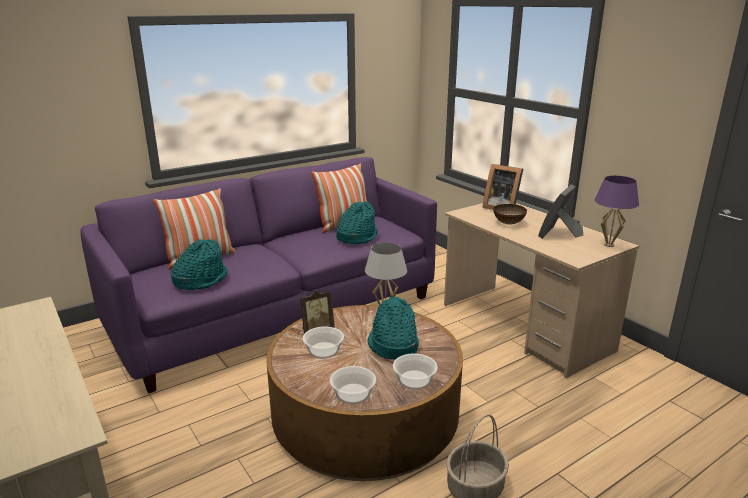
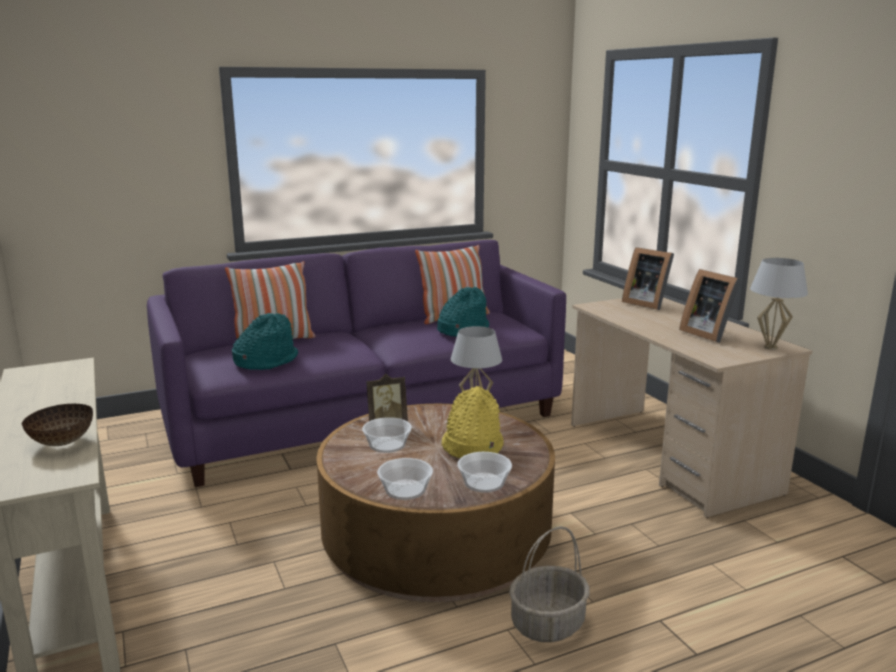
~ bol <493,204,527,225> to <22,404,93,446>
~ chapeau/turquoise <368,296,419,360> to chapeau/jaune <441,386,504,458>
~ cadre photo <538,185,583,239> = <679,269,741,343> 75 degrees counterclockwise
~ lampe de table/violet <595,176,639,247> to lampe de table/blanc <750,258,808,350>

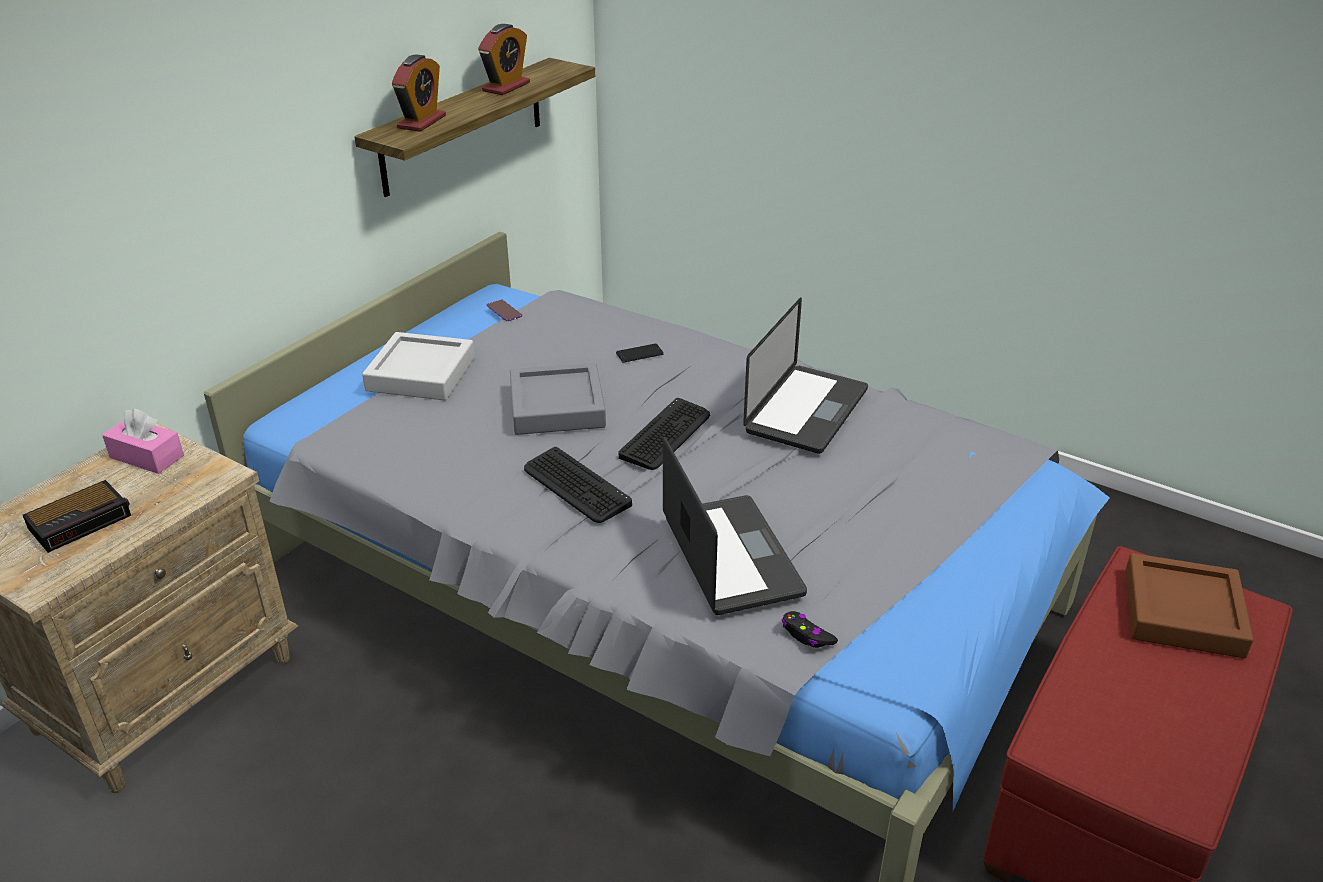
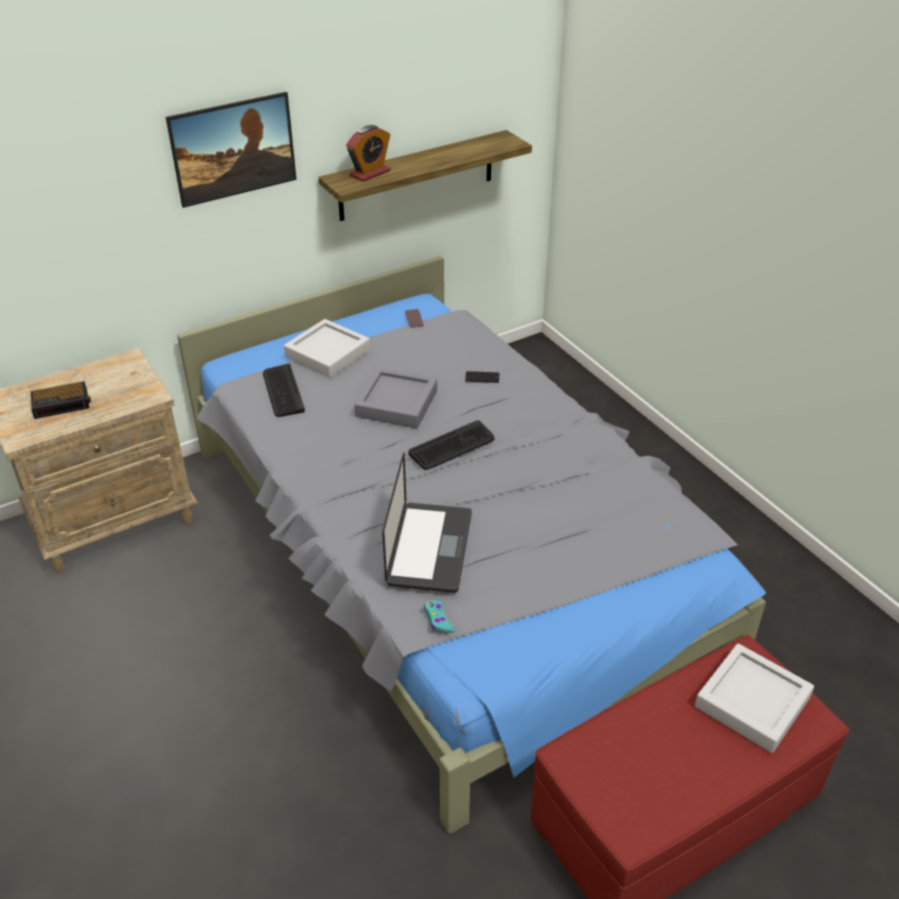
+ tableau <166,92,297,208>
~ clavier <524,447,632,523> to <263,364,305,417>
~ manette/noir <781,611,838,648> to manette/turquoise <424,600,455,633>
~ plateau/marron <1125,553,1253,658> to plateau/gris <695,644,814,753>
- boîte à mouchoirs/rose <102,408,184,474>
- réveil <478,24,530,95>
- ordinateur portable <743,298,868,454>

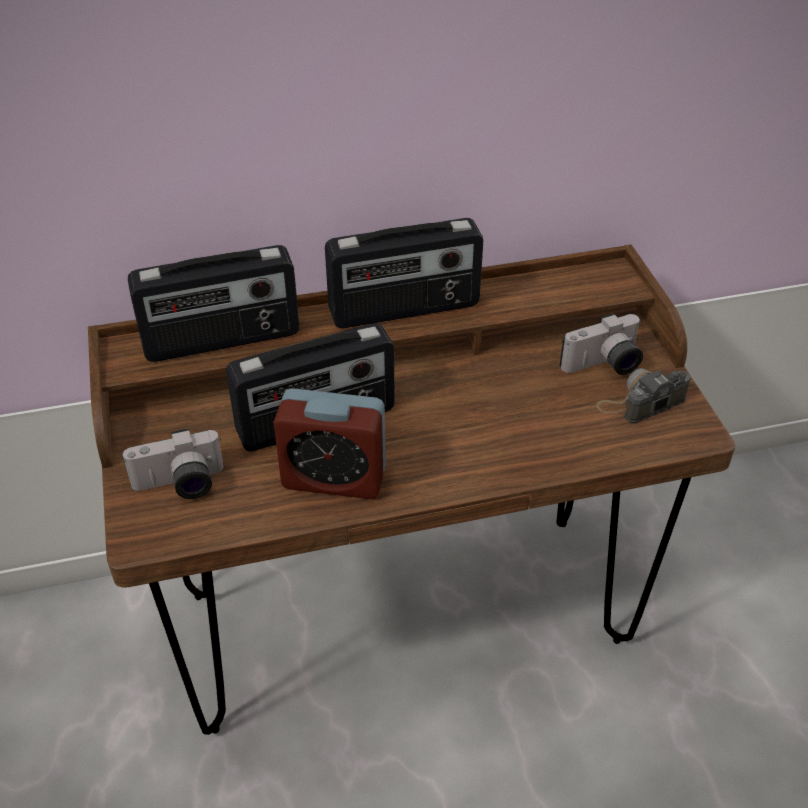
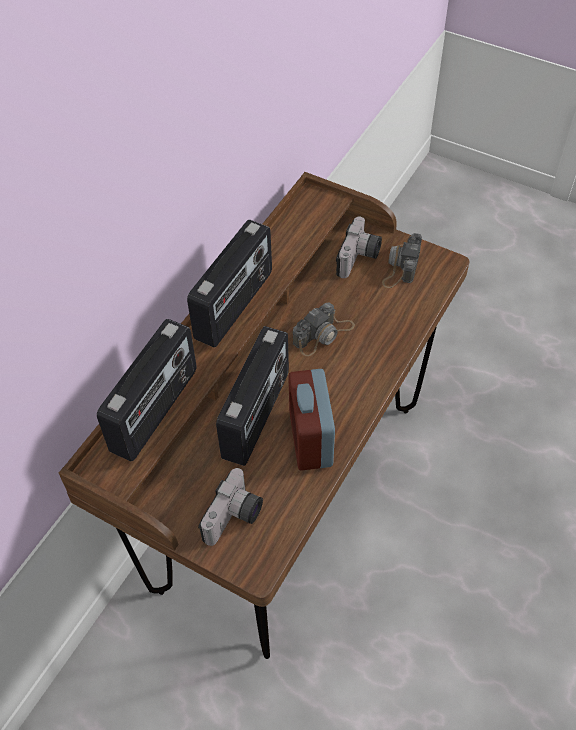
~ réveil <274,388,386,499> = <288,369,335,471> 120 degrees clockwise
+ appareil photo <293,302,355,356>

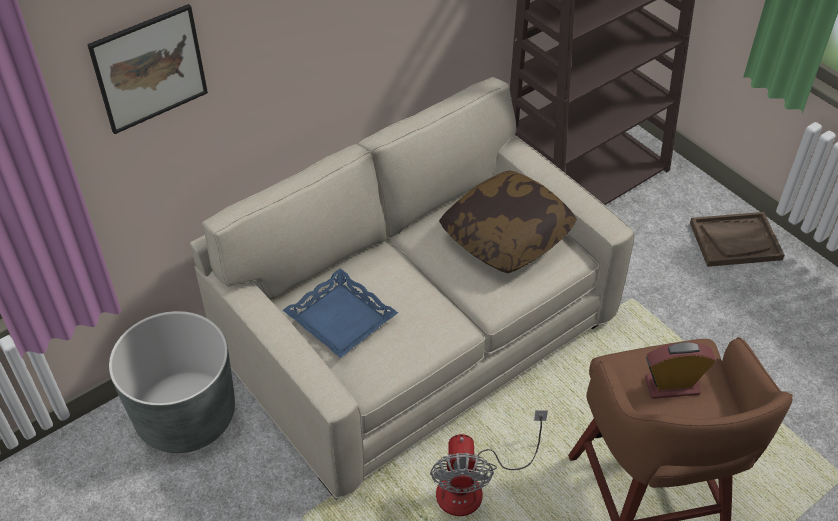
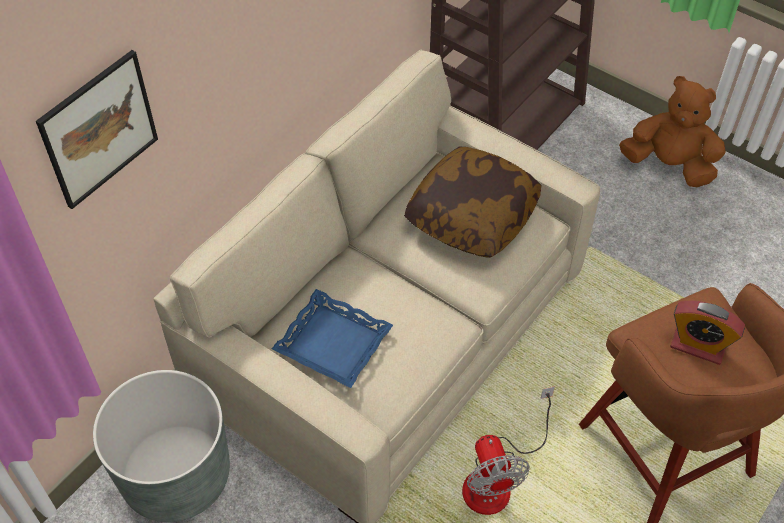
~ plateau/marron <690,212,784,267> to peluche/marron <619,76,726,187>
~ réveil <645,342,716,399> = <670,301,745,365> 135 degrees counterclockwise

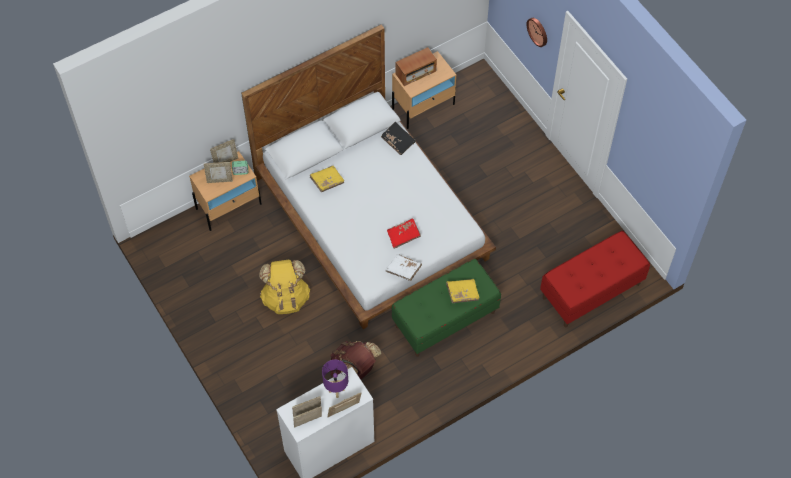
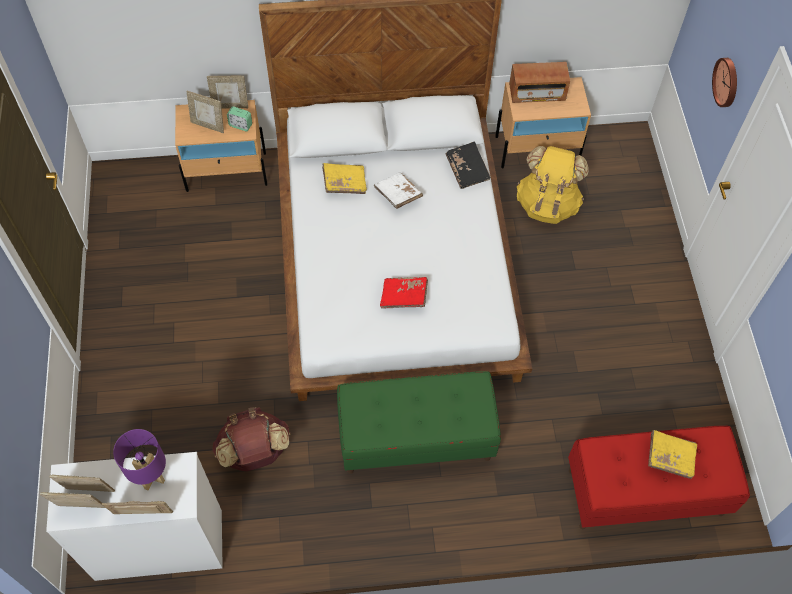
~ livre/blanc <385,254,422,281> to <374,172,423,209>
~ sac à dos/jaune <259,260,310,314> to <517,146,588,224>
~ livre/jaune <446,279,480,303> to <648,430,697,479>

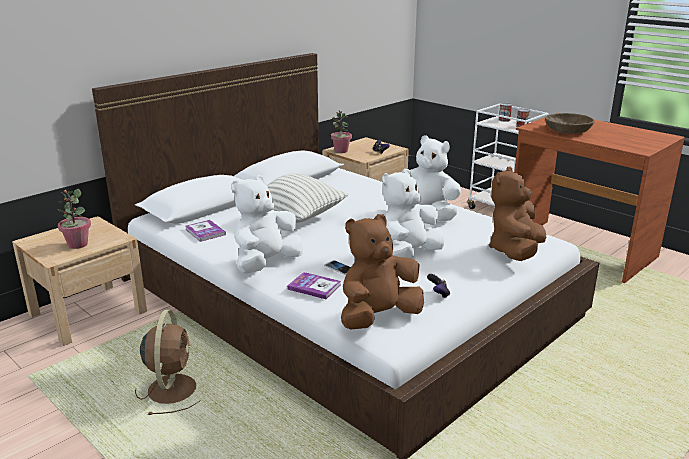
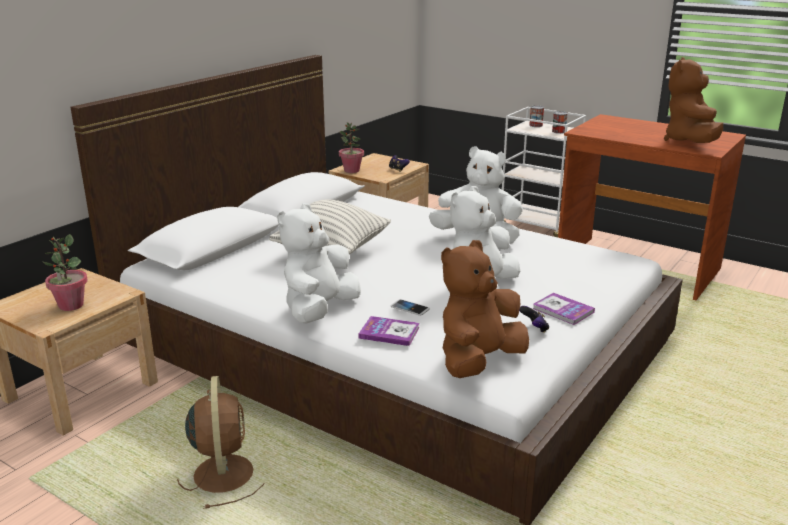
~ livre <185,220,226,242> to <532,293,595,325>
~ peluche/marron <489,167,547,261> to <664,57,723,143>
- bol/marron <545,113,595,134>

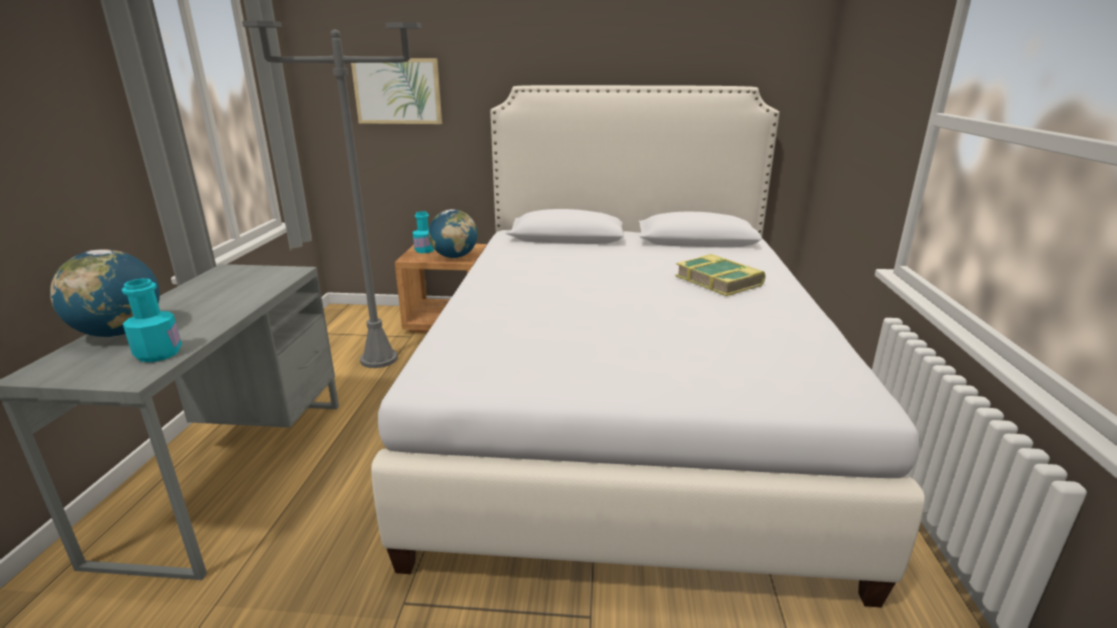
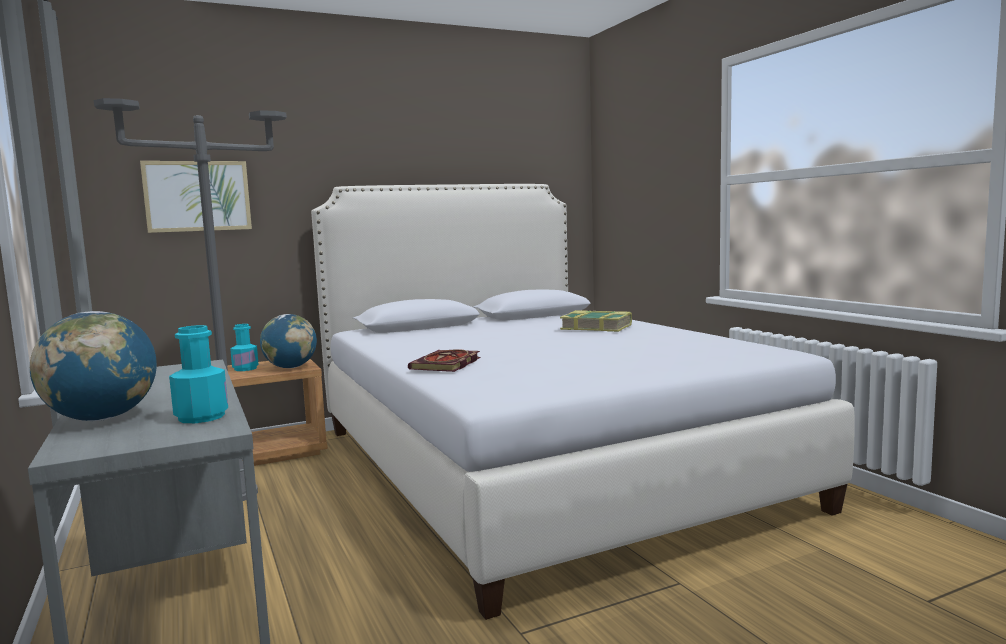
+ livre <408,349,481,372>

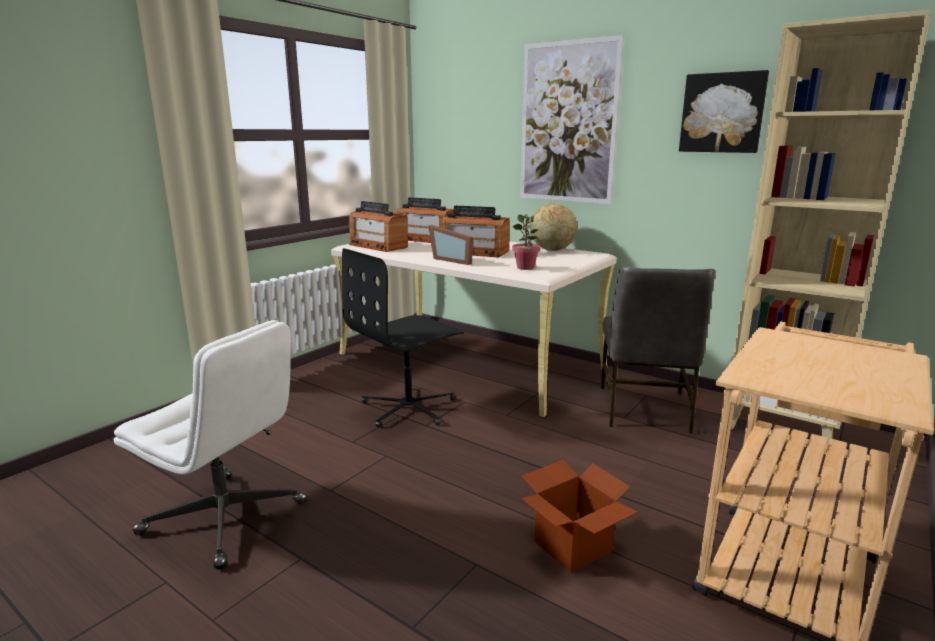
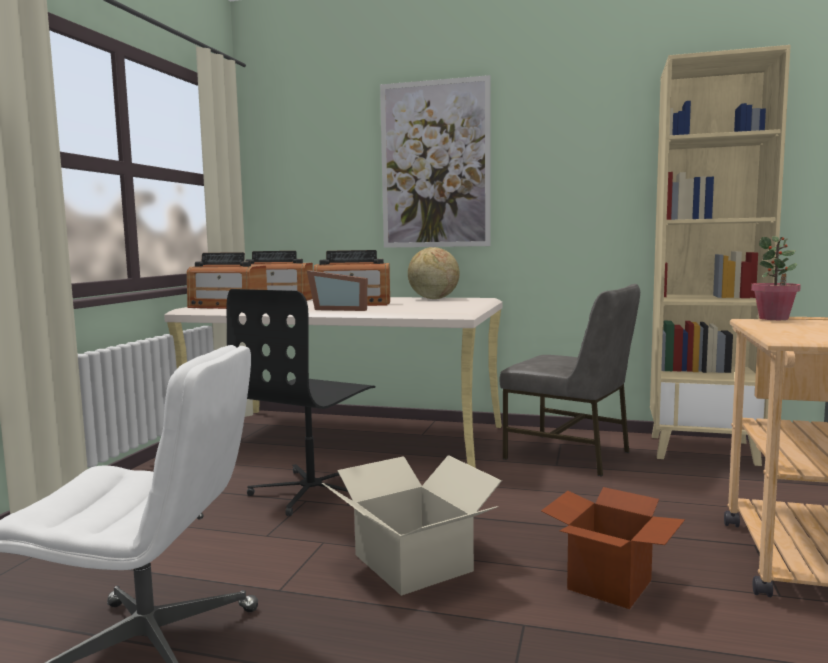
+ carton <322,455,502,596>
~ chaise/gris <601,267,715,433> = <499,284,640,477> 45 degrees counterclockwise
~ plante en pot <512,214,541,270> to <751,236,801,320>
- tableau <679,70,769,153>

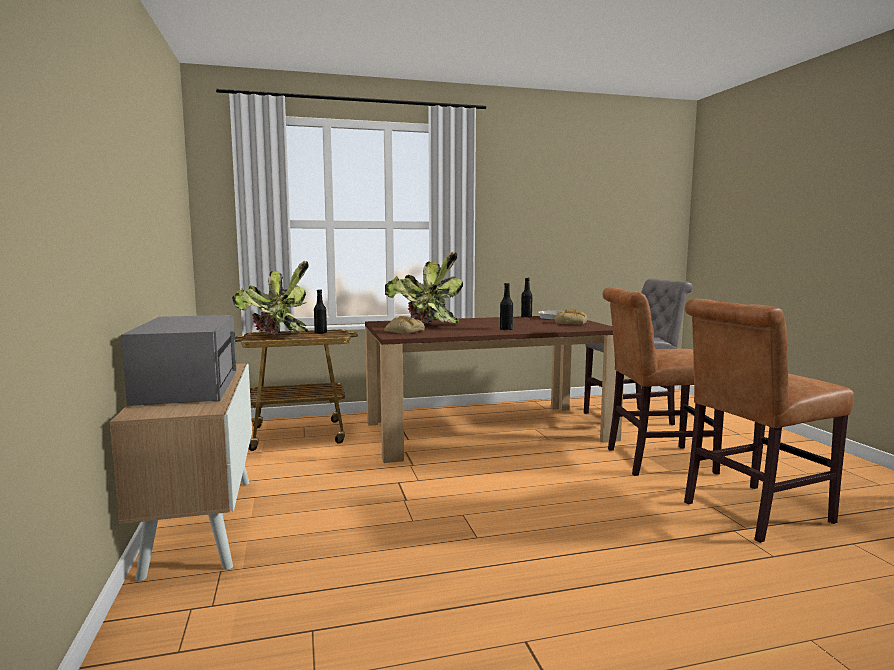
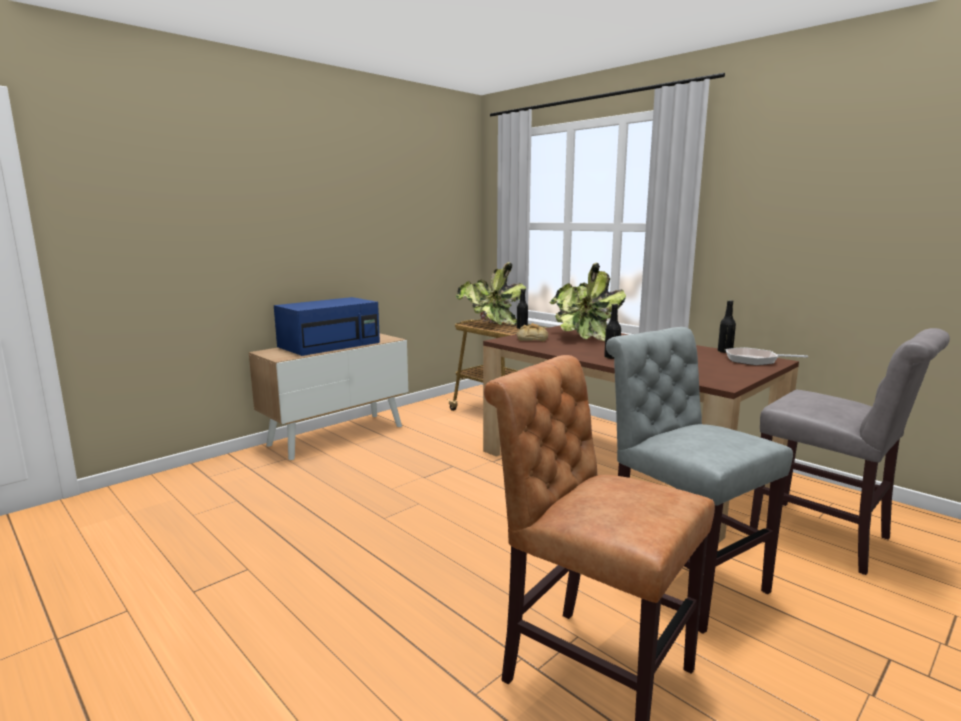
~ micro-ondes/gris <121,315,237,406> to micro-ondes/bleu <274,297,380,356>
~ chaise/marron <603,287,724,476> to chaise/gris <606,327,793,634>
- pain <555,309,587,325>

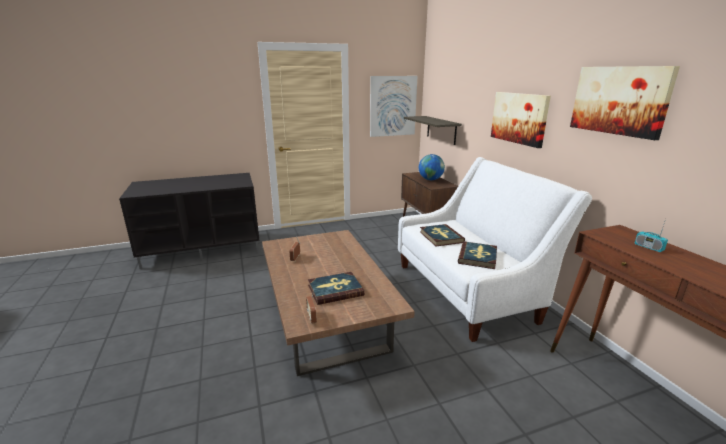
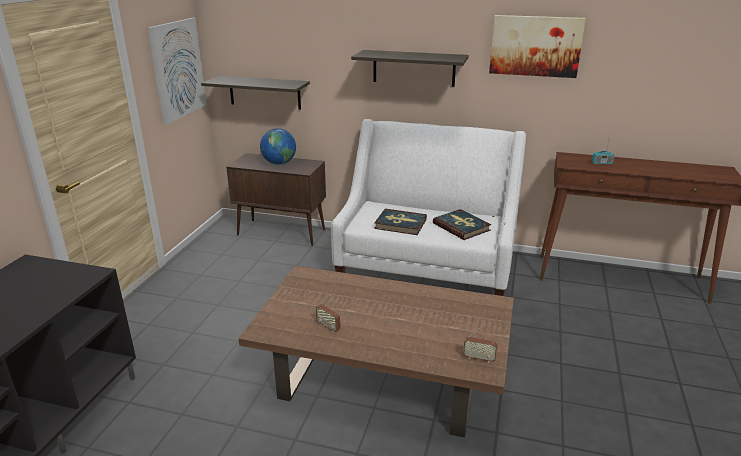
~ tableau <491,92,551,148> to étagère <351,50,469,87>
- livre <308,272,364,305>

